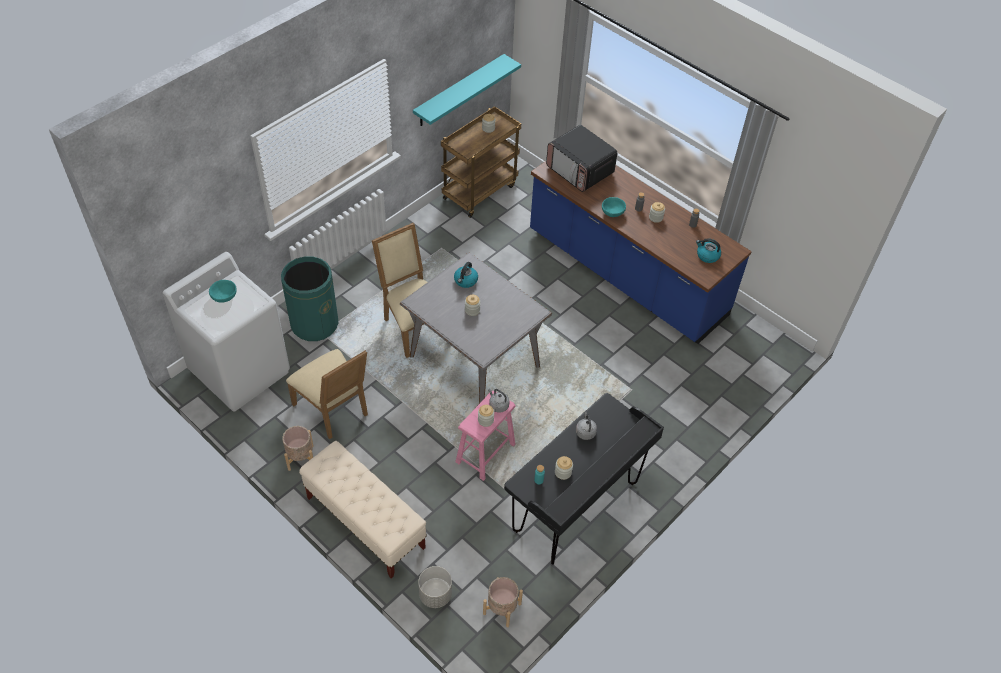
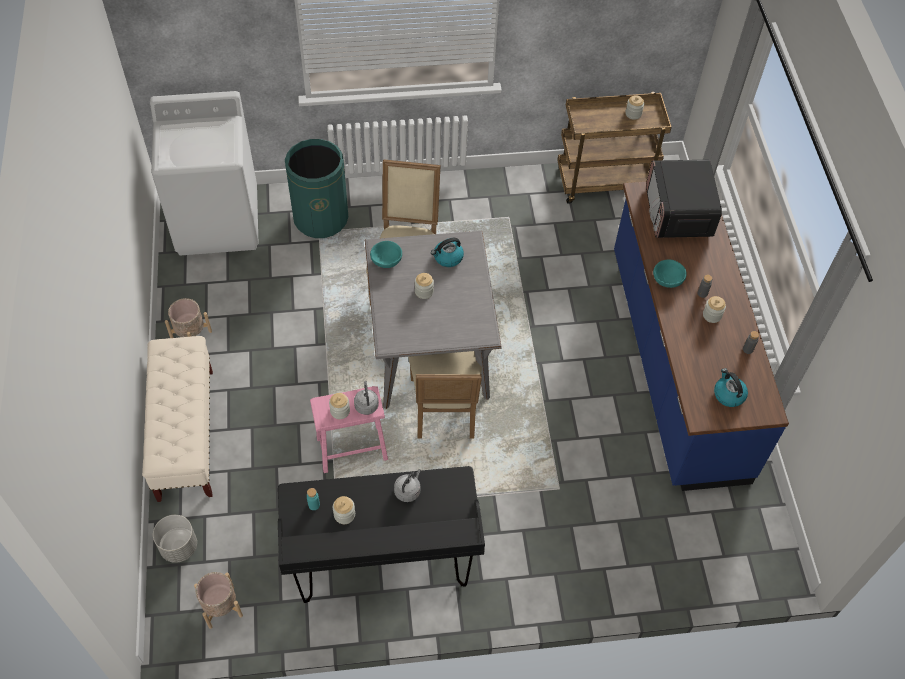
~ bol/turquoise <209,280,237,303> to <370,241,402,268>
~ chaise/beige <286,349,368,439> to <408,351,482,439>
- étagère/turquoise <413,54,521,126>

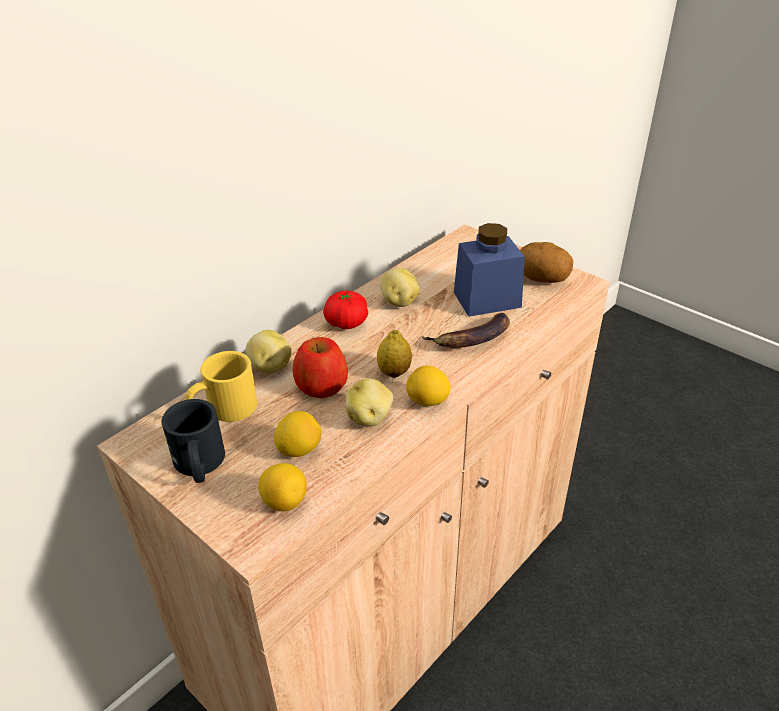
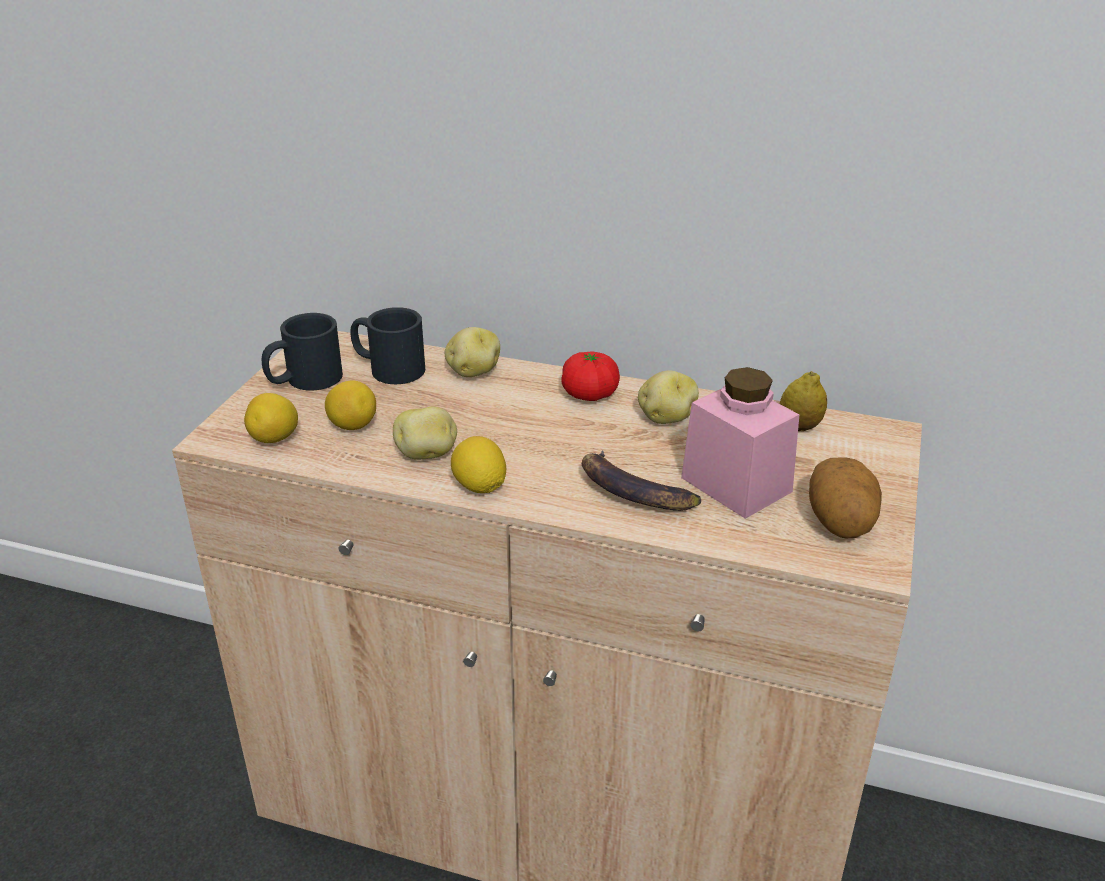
~ mug/jaune <185,351,257,422> to mug/noir <350,307,425,384>
~ bocal/bleu <454,223,525,317> to bocal/rose <681,367,800,519>
~ citron <377,330,412,378> to <780,371,827,431>
- pomme <293,337,348,398>

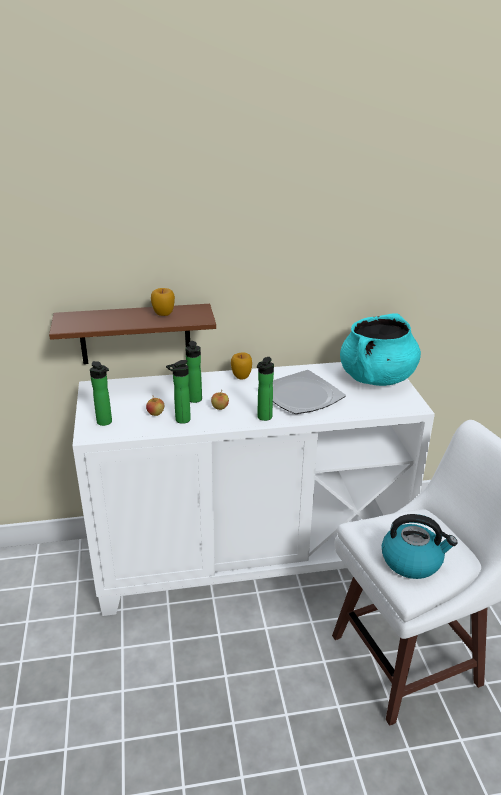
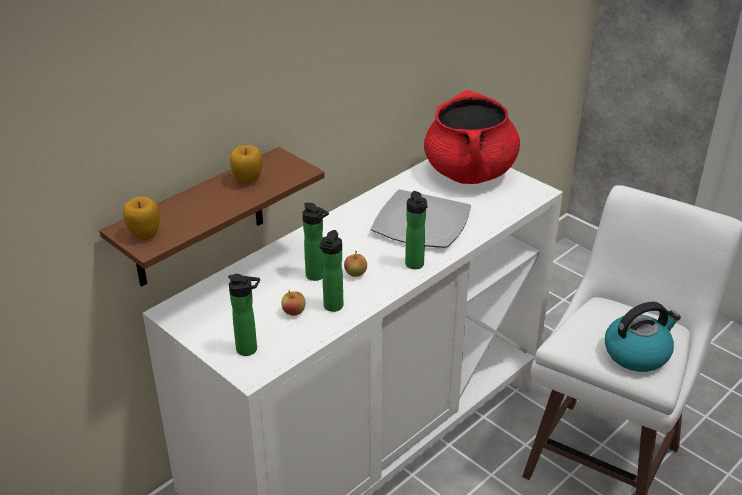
~ pomme <231,352,252,379> to <123,197,160,240>
~ marmite/turquoise <340,313,421,386> to marmite/rouge <424,90,520,184>

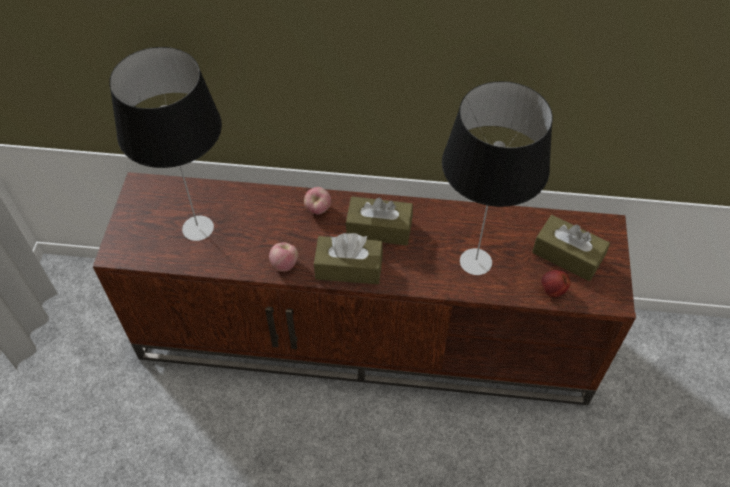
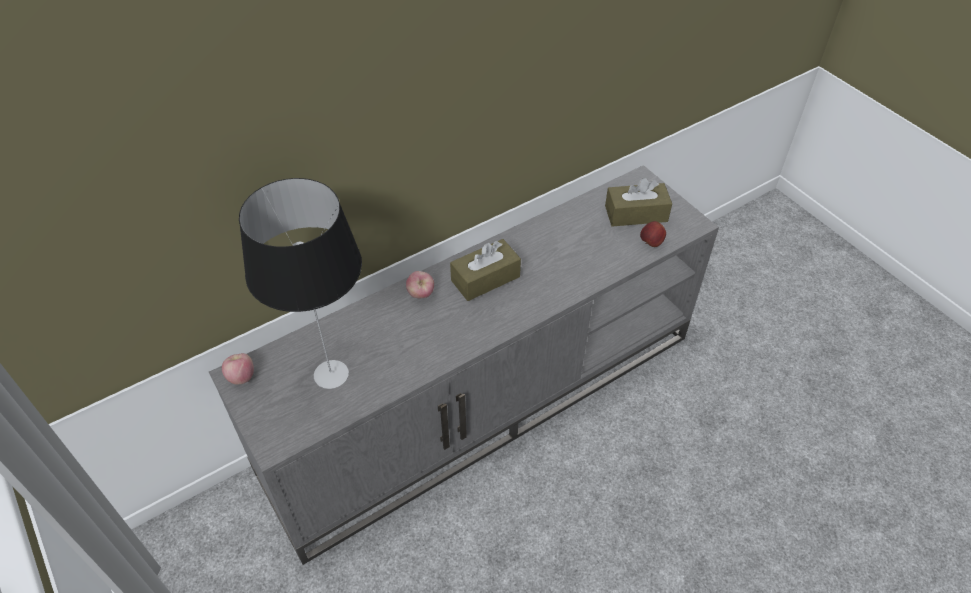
~ meuble télé/marron <93,172,636,405> to meuble télé/gris <209,165,719,565>
~ pomme <269,243,298,272> to <222,353,254,385>
- boîte à mouchoirs/marron <314,233,383,284>
- lampe de table <442,81,553,275>

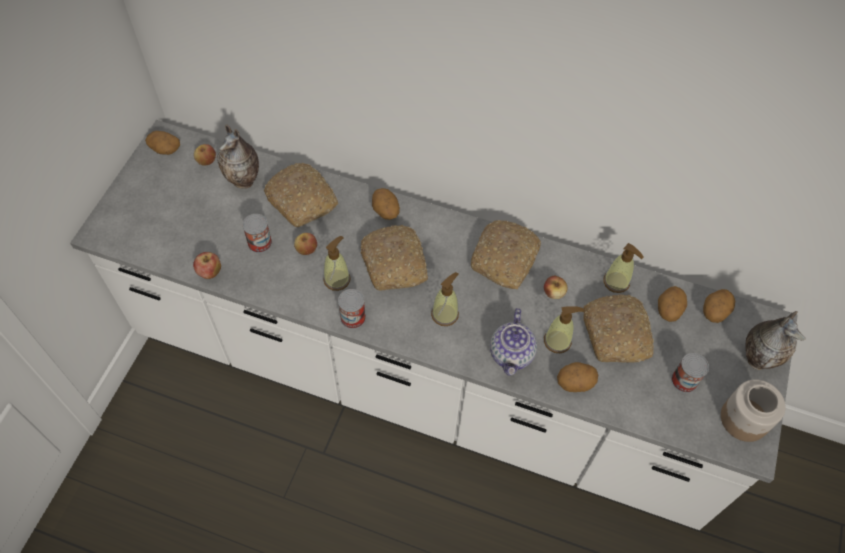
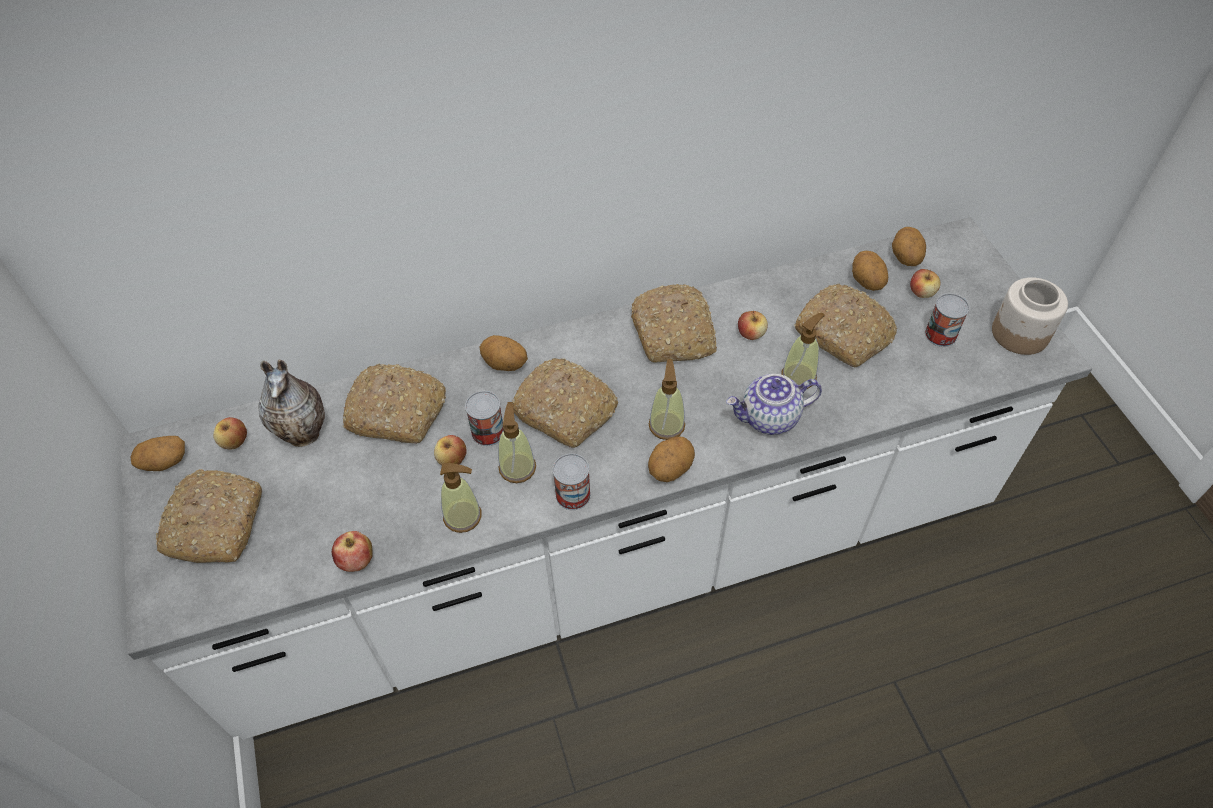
+ pain <156,469,262,563>
~ distributeur de savon <603,243,644,293> to <440,463,482,533>
~ boîte métallique <242,214,272,253> to <465,391,503,446>
~ pomme de terre <557,362,598,392> to <648,436,695,482>
~ théière <490,308,537,375> = <726,374,822,435> 105 degrees clockwise
+ pomme <910,269,940,298>
- vase <746,311,805,370>

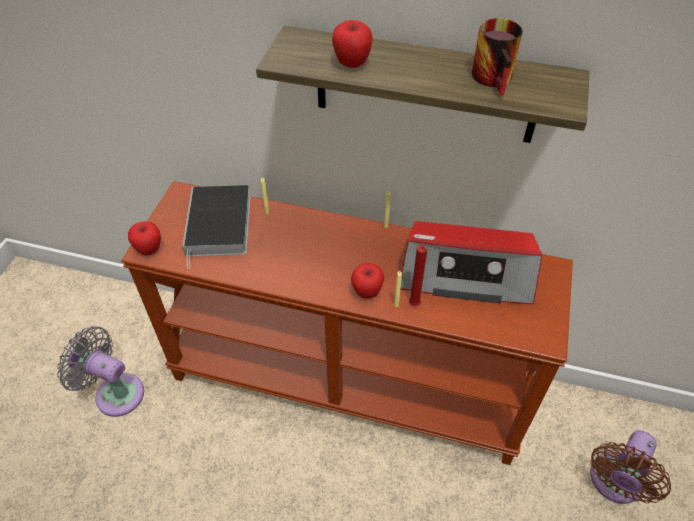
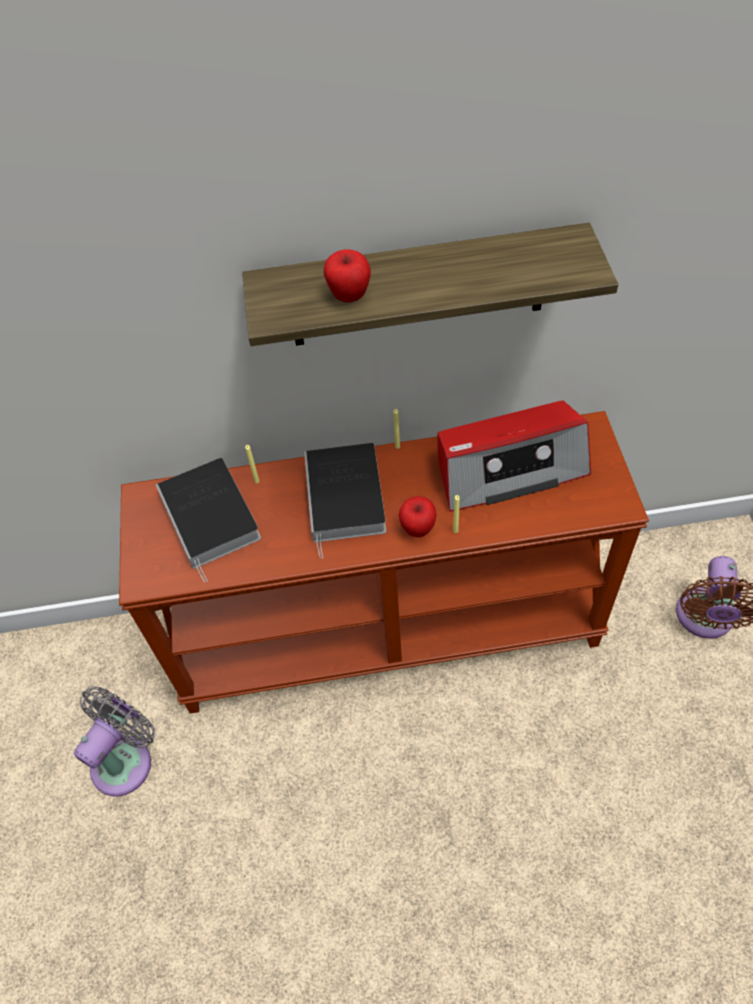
~ ventilateur/gris <57,326,144,417> = <74,686,156,797> 120 degrees clockwise
+ livre <304,443,386,559>
- pomme <128,221,161,256>
- bougie/rouge <409,245,428,306>
- mug <472,18,523,95>

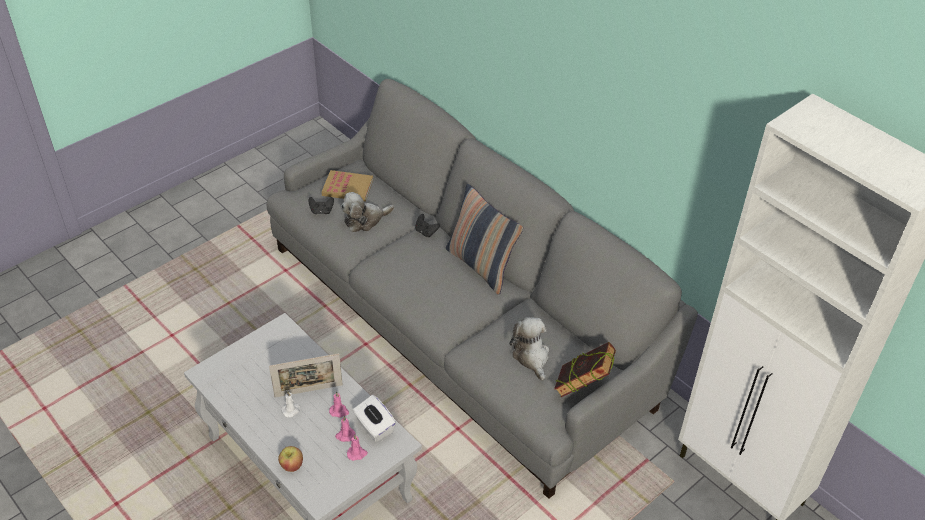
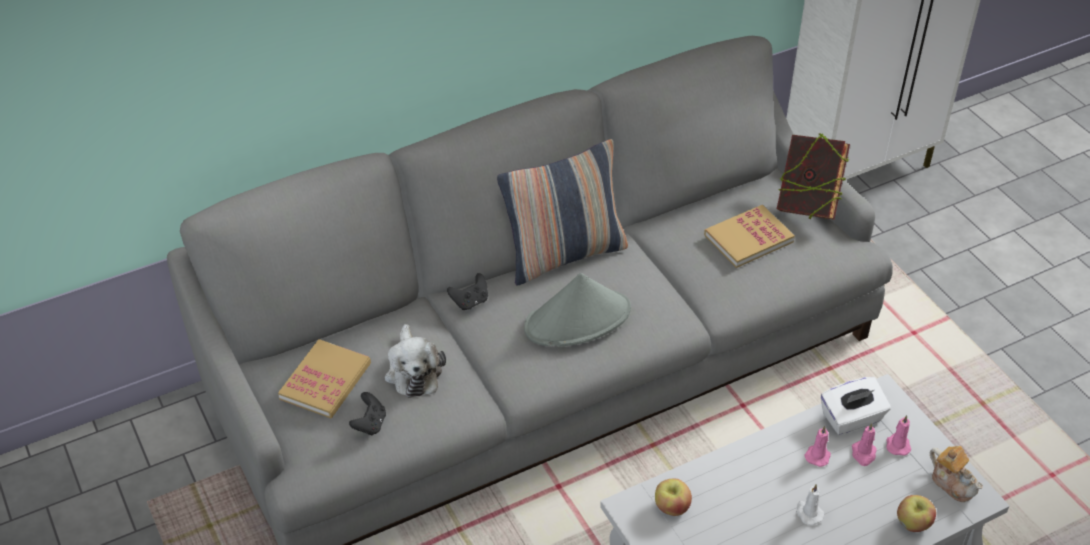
+ chapeau/gris <524,273,631,346>
+ pomme <655,479,692,516>
~ peluche <509,317,549,381> to livre <704,205,795,268>
+ théière <930,446,983,502>
- cadre photo <269,353,343,397>

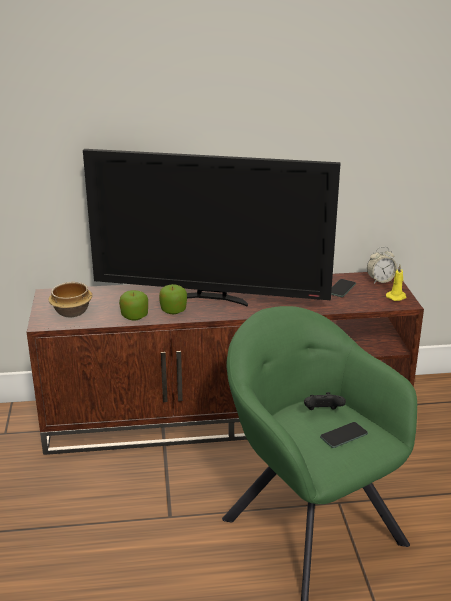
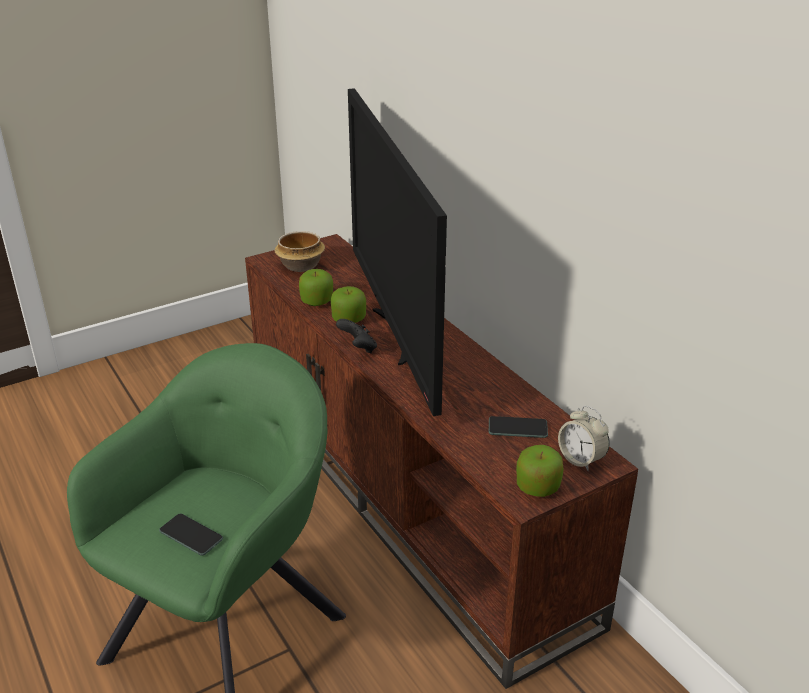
~ manette/noir <304,392,346,410> to <336,319,377,353>
~ bougie/jaune <386,265,406,301> to pomme <516,445,564,497>

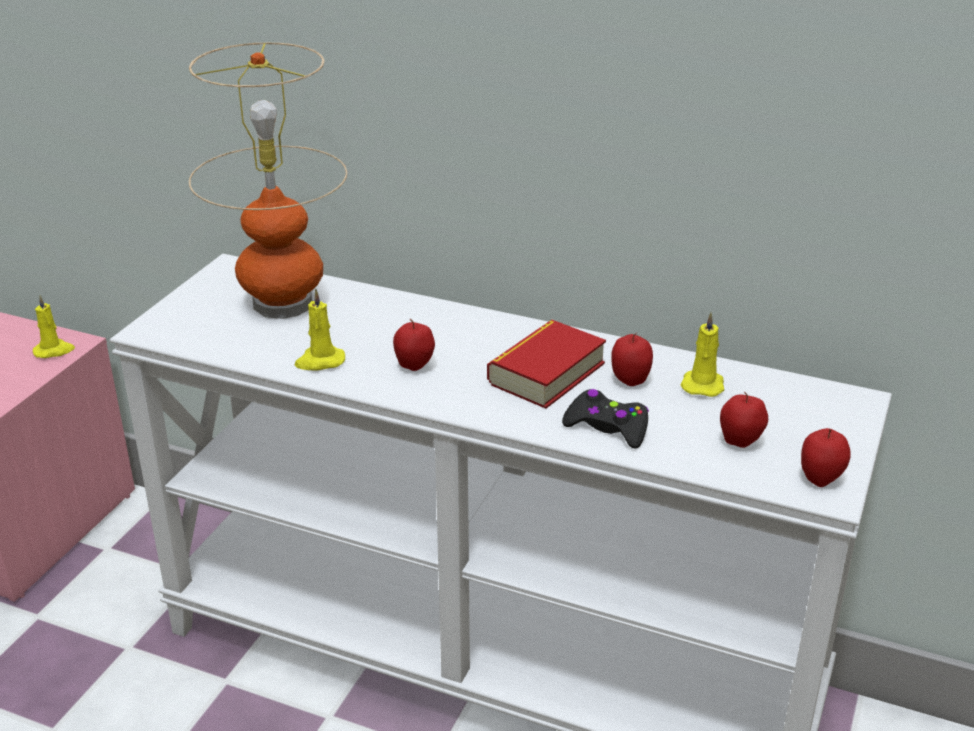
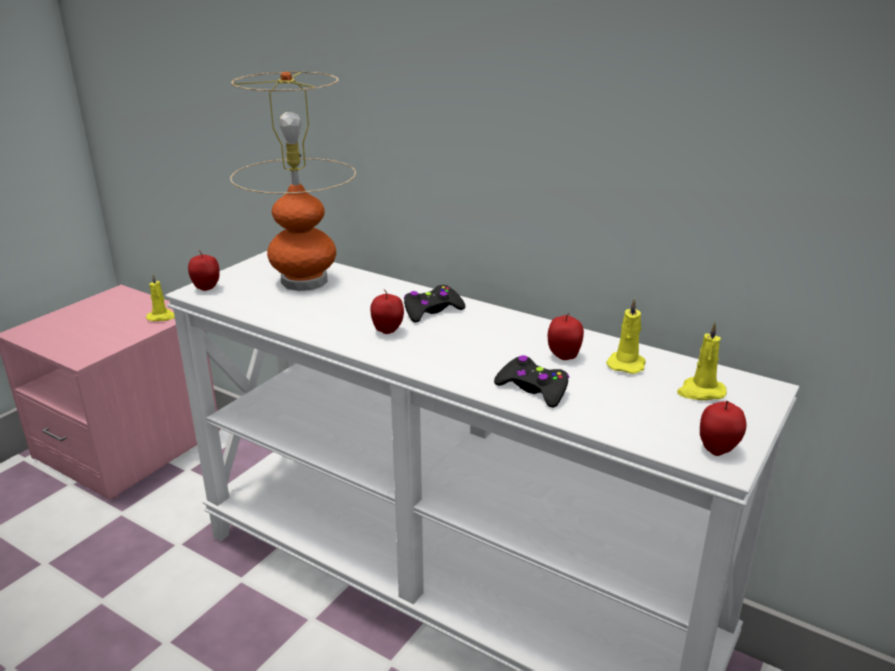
~ pomme <720,392,768,448> to <188,250,220,291>
+ manette/noir <404,285,465,323>
~ bougie/jaune <295,289,345,370> to <677,322,727,400>
- livre <487,320,606,409>

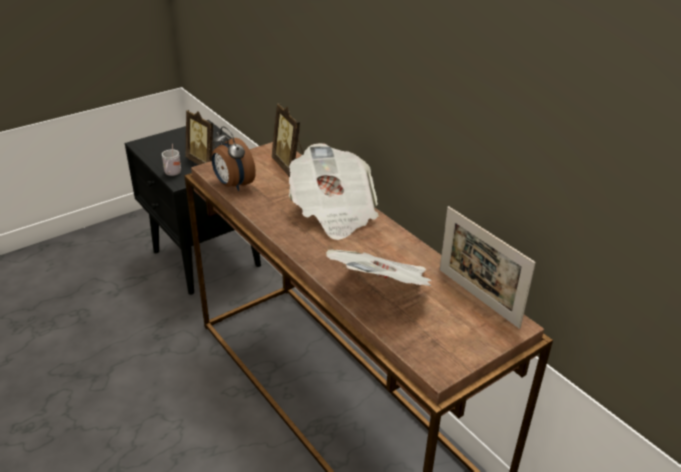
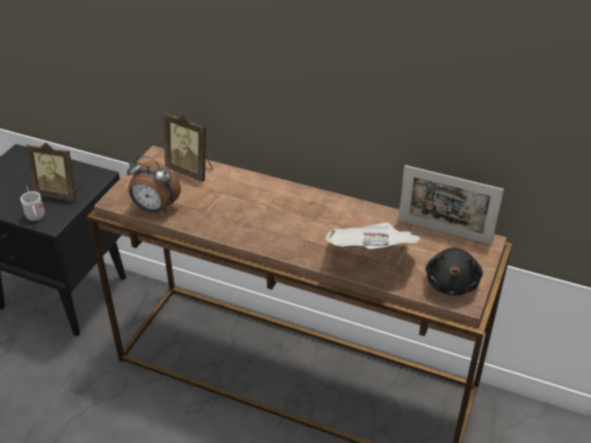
+ peluche/noir <426,247,483,295>
- journal <289,143,379,240>

